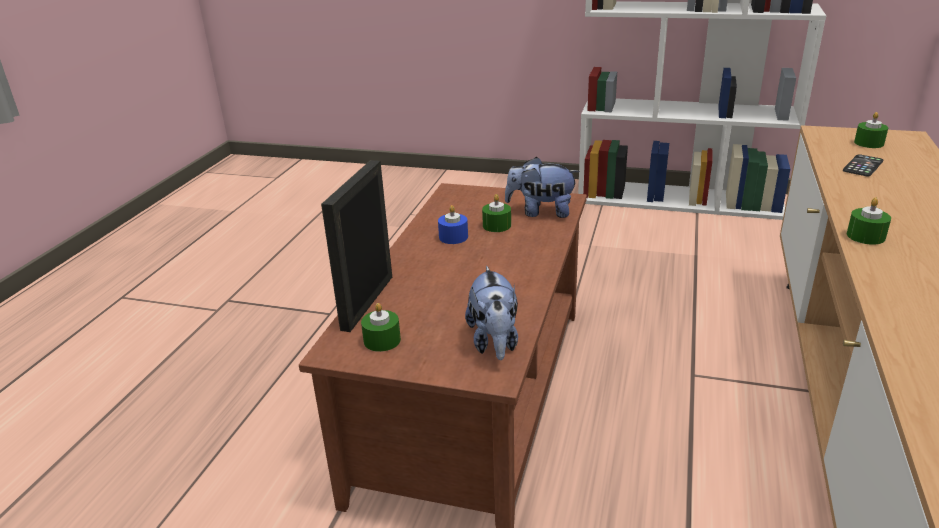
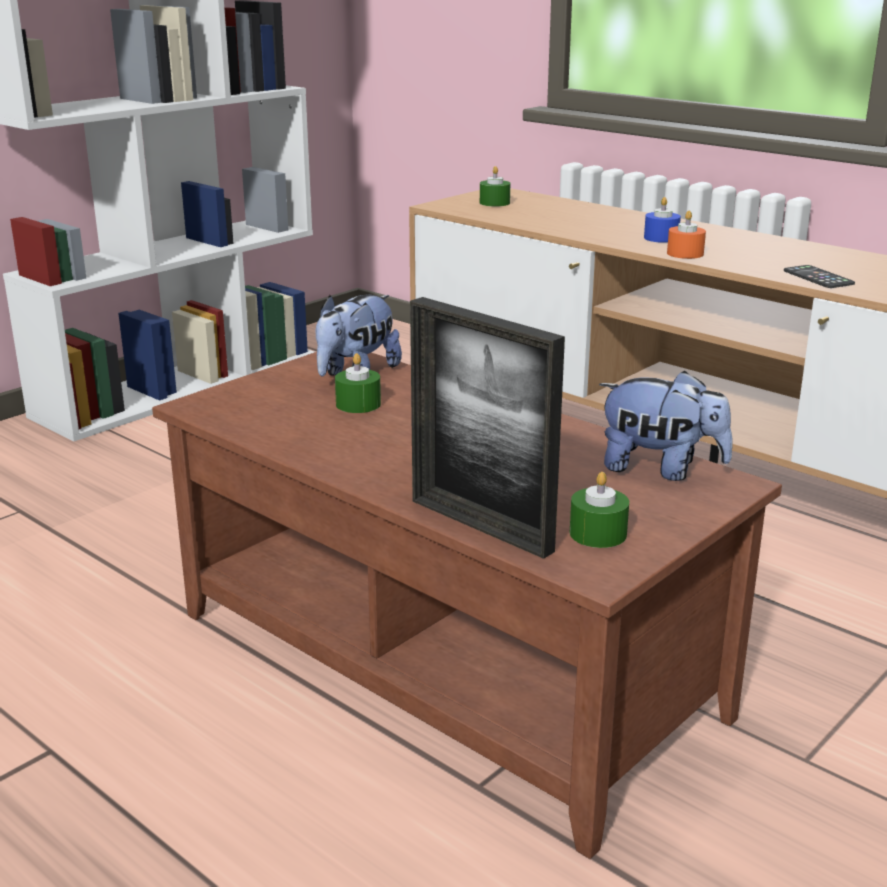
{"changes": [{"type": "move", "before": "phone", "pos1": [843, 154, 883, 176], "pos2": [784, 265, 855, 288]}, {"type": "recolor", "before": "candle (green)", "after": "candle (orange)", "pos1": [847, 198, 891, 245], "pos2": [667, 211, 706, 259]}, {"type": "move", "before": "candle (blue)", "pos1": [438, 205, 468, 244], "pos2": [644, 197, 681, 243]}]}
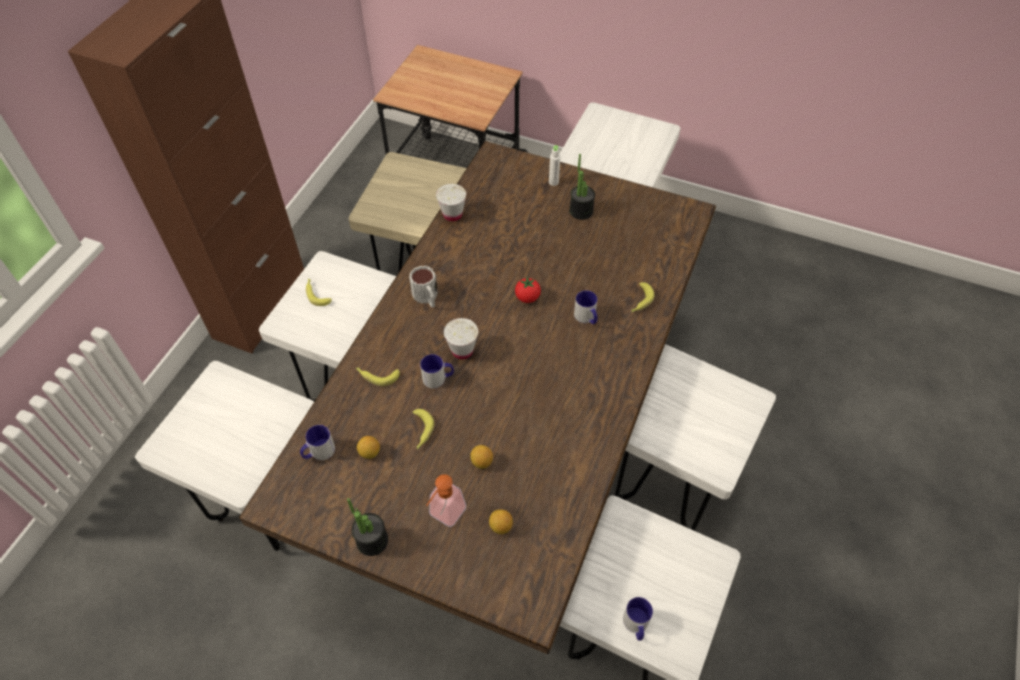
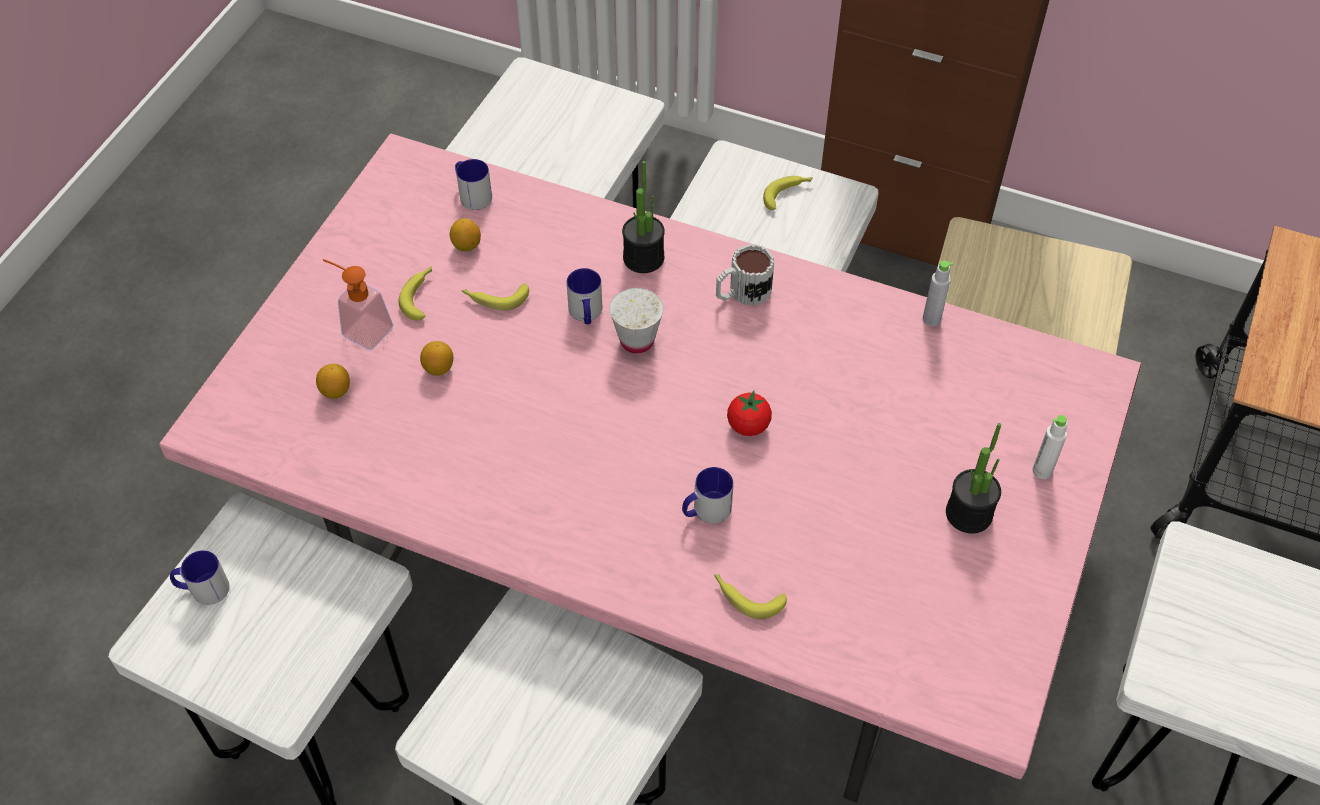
{"changes": [{"type": "recolor", "before": "dining table (brown)", "after": "dining table (pink)", "pos1": [239, 141, 716, 654], "pos2": [159, 134, 1141, 802]}, {"type": "replace", "before": "cup (white)", "after": "bottle (grey)", "pos1": [436, 184, 466, 222], "pos2": [923, 261, 953, 326]}, {"type": "move", "before": "banana", "pos1": [356, 367, 400, 386], "pos2": [399, 266, 432, 321]}, {"type": "move", "before": "potted plant", "pos1": [347, 498, 388, 556], "pos2": [622, 161, 665, 273]}]}
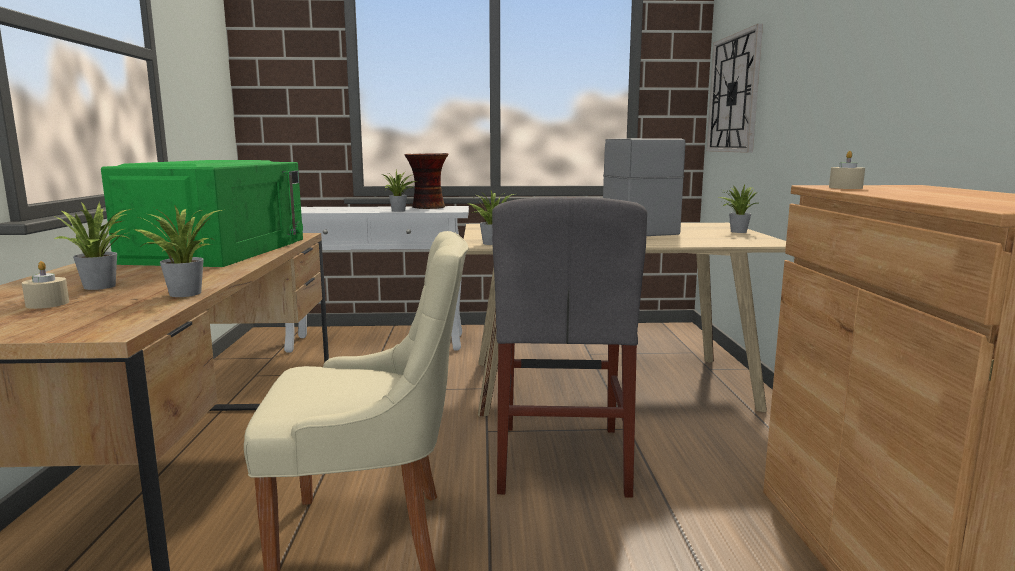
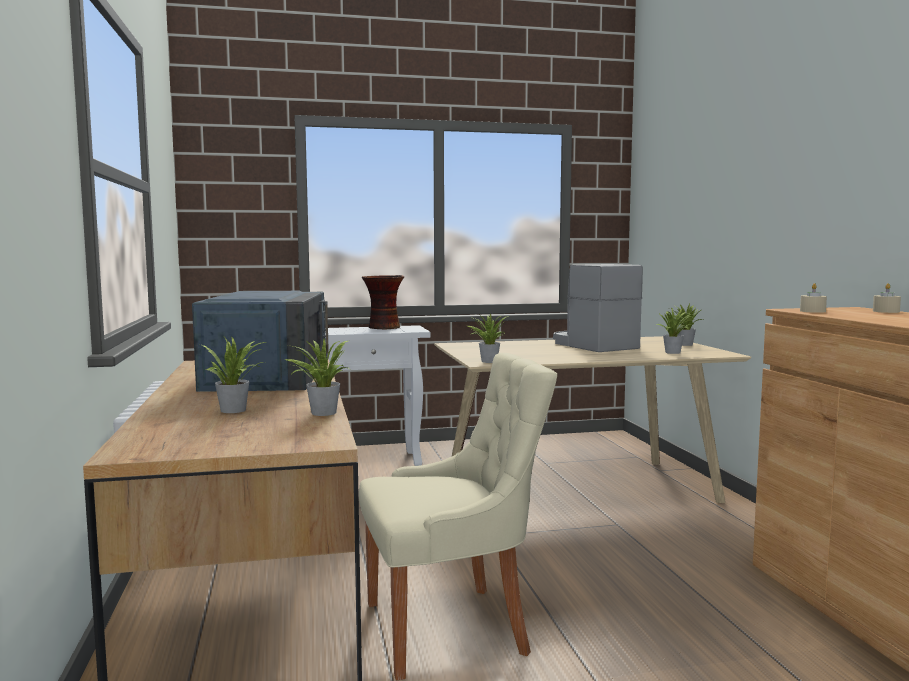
{"changes": [{"type": "delete", "before": "wall clock", "pos1": [707, 24, 763, 153]}, {"type": "recolor", "before": "microwave (green)", "after": "microwave (blue)", "pos1": [101, 160, 303, 267], "pos2": [192, 291, 329, 392]}, {"type": "move", "before": "potted plant", "pos1": [380, 170, 417, 212], "pos2": [656, 308, 695, 354]}, {"type": "delete", "before": "chair (grey)", "pos1": [492, 197, 647, 498]}, {"type": "move", "before": "candle (beige)", "pos1": [22, 261, 69, 309], "pos2": [873, 283, 901, 313]}]}
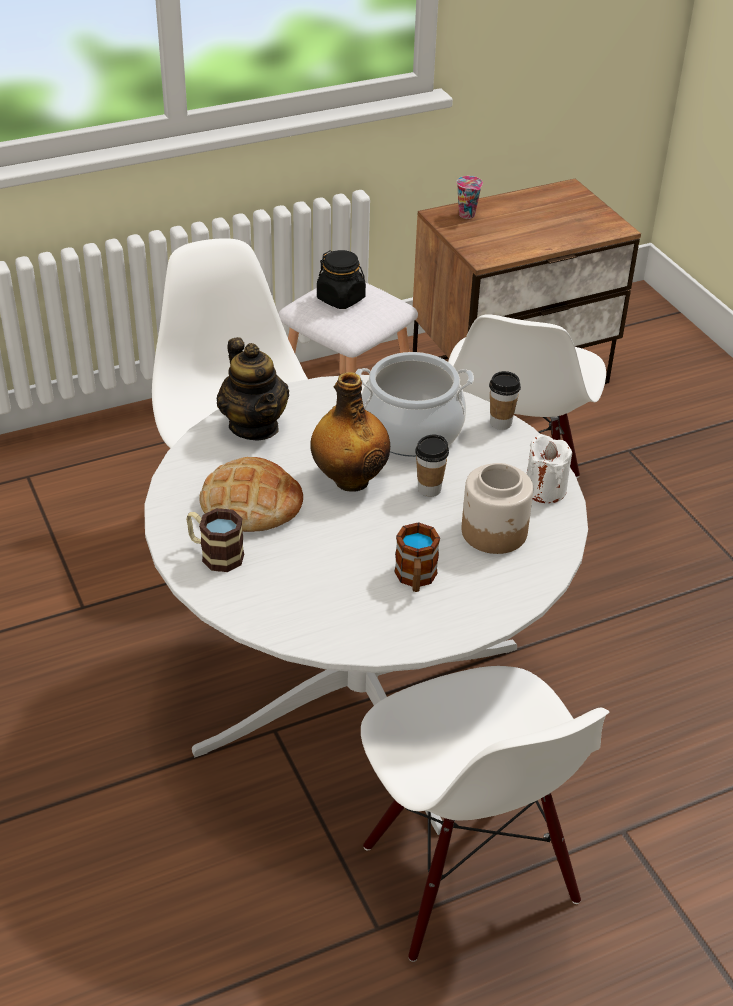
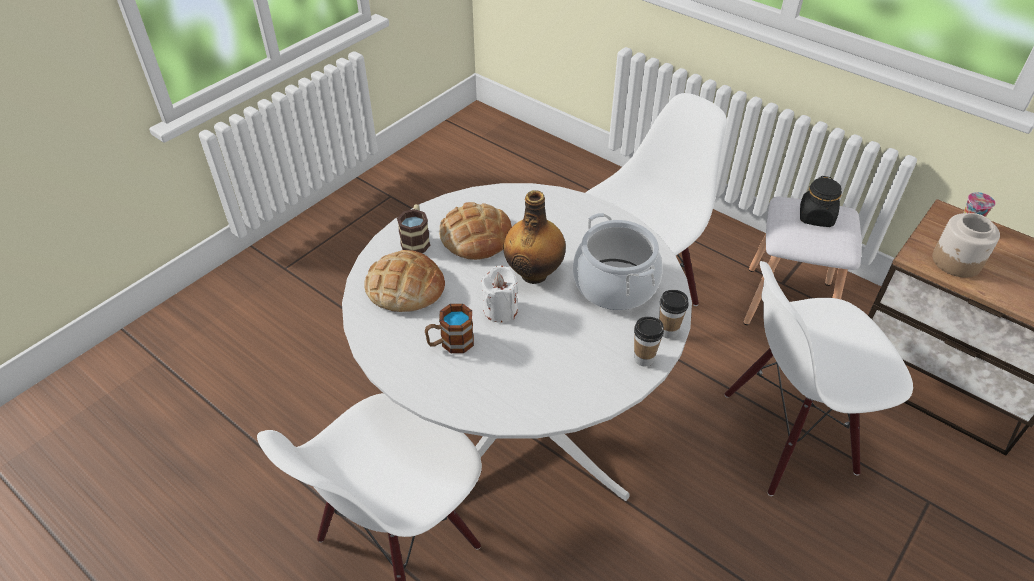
{"changes": [{"type": "delete", "before": "teapot", "pos1": [217, 337, 289, 440]}, {"type": "move", "before": "cup", "pos1": [415, 434, 449, 497], "pos2": [634, 317, 664, 366]}, {"type": "move", "before": "candle (white)", "pos1": [527, 434, 572, 503], "pos2": [481, 266, 518, 323]}, {"type": "move", "before": "jar", "pos1": [461, 463, 533, 554], "pos2": [932, 213, 1000, 278]}, {"type": "insert", "after": "bread", "pos2": [364, 250, 445, 312]}]}
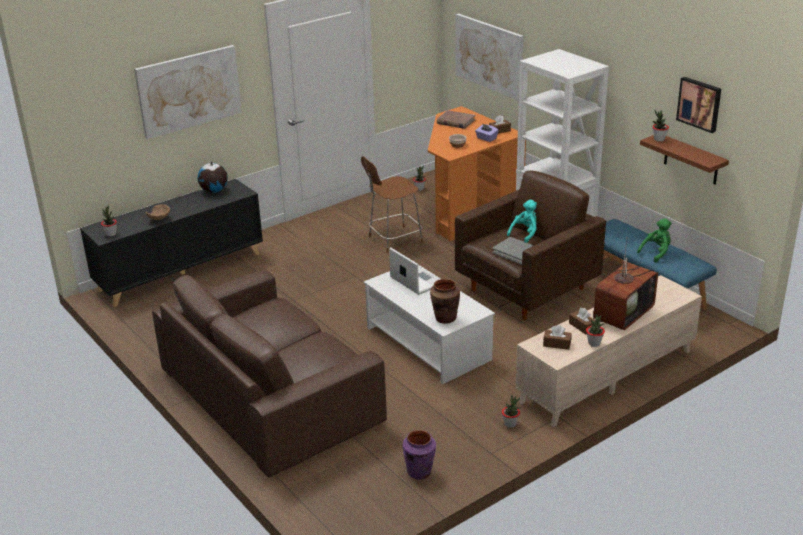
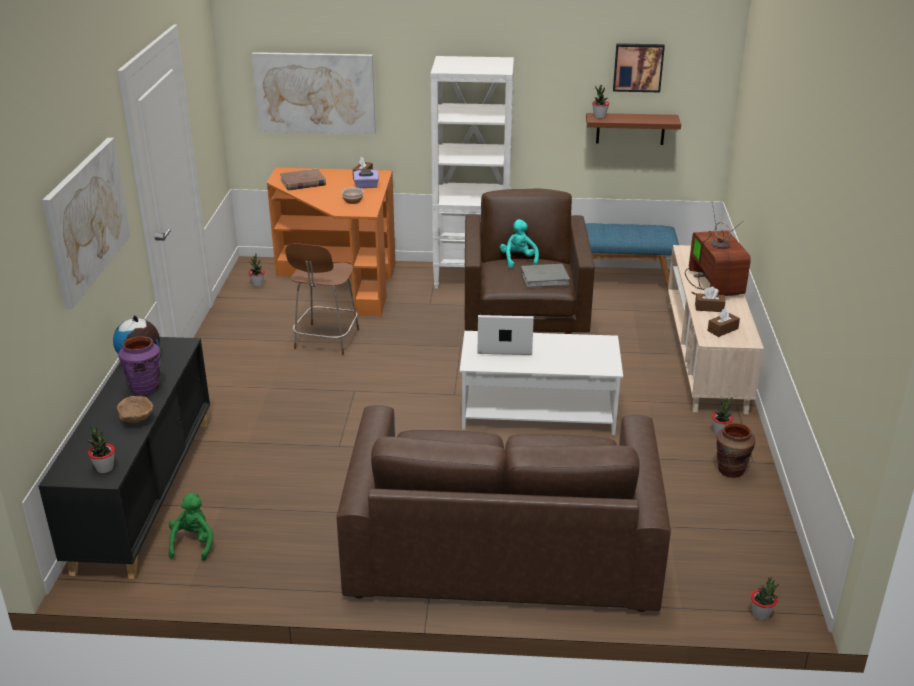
{"changes": [{"type": "move", "before": "plush toy (green)", "pos1": [637, 218, 672, 262], "pos2": [169, 493, 213, 561]}, {"type": "move", "before": "vase (brown)", "pos1": [430, 279, 460, 324], "pos2": [716, 423, 755, 478]}, {"type": "move", "before": "potted plant", "pos1": [586, 314, 605, 347], "pos2": [751, 576, 779, 620]}, {"type": "move", "before": "vase (purple)", "pos1": [403, 430, 436, 480], "pos2": [118, 336, 160, 395]}]}
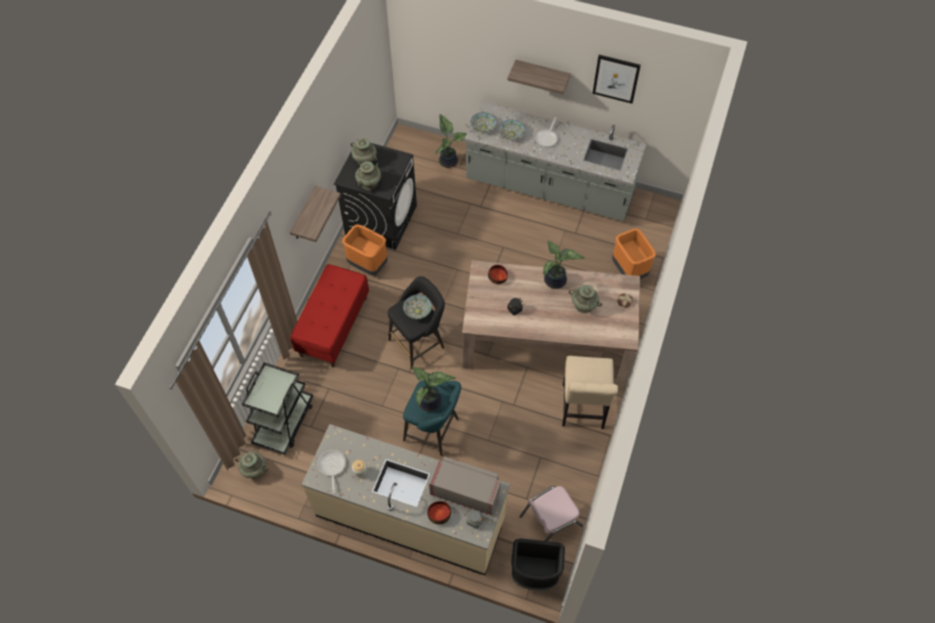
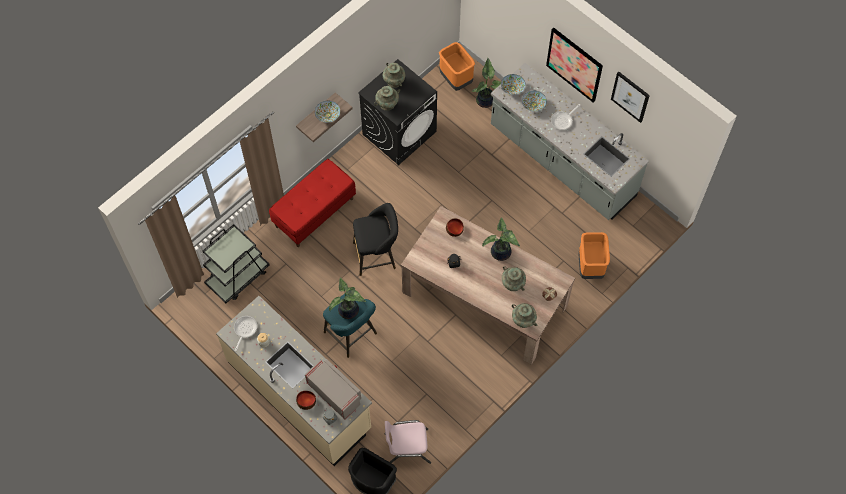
{"changes": [{"type": "replace", "before": "shelf", "after": "picture", "pos1": [507, 60, 571, 94], "pos2": [546, 28, 603, 103]}, {"type": "move", "before": "trash can (orange)", "pos1": [342, 224, 388, 276], "pos2": [439, 42, 475, 91]}, {"type": "move", "before": "bowl", "pos1": [403, 295, 432, 319], "pos2": [315, 101, 340, 123]}, {"type": "delete", "before": "chair (beige)", "pos1": [562, 356, 618, 429]}, {"type": "move", "before": "vase (turquoise)", "pos1": [235, 451, 269, 479], "pos2": [512, 303, 537, 328]}]}
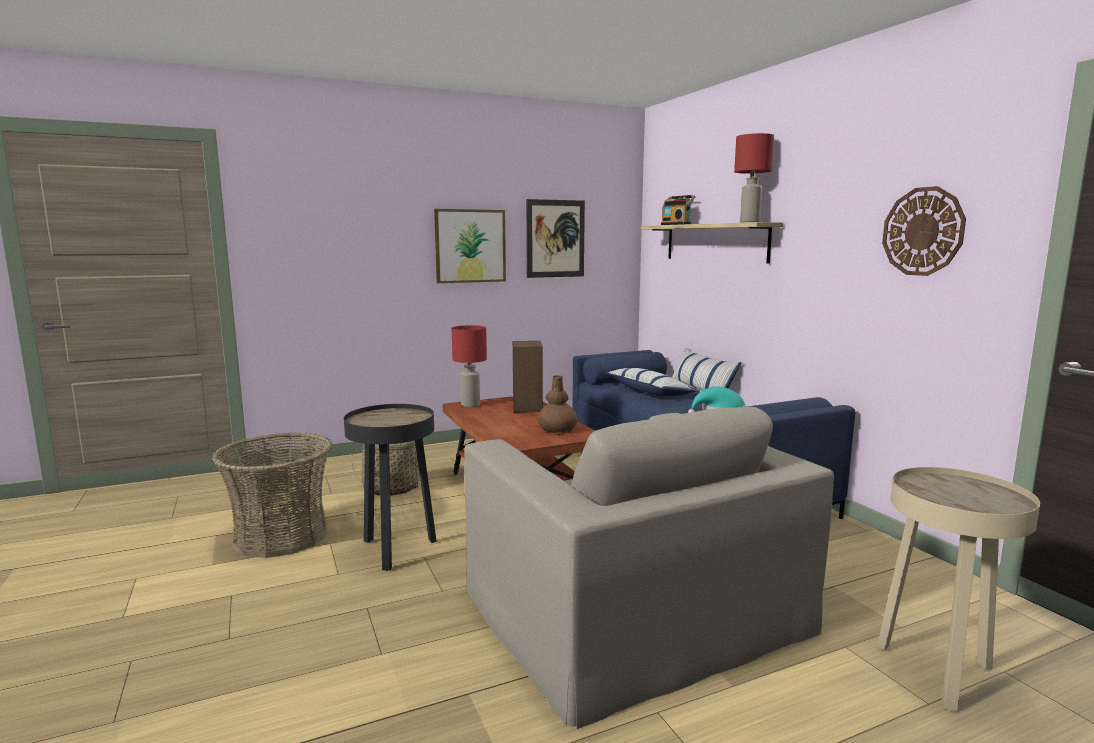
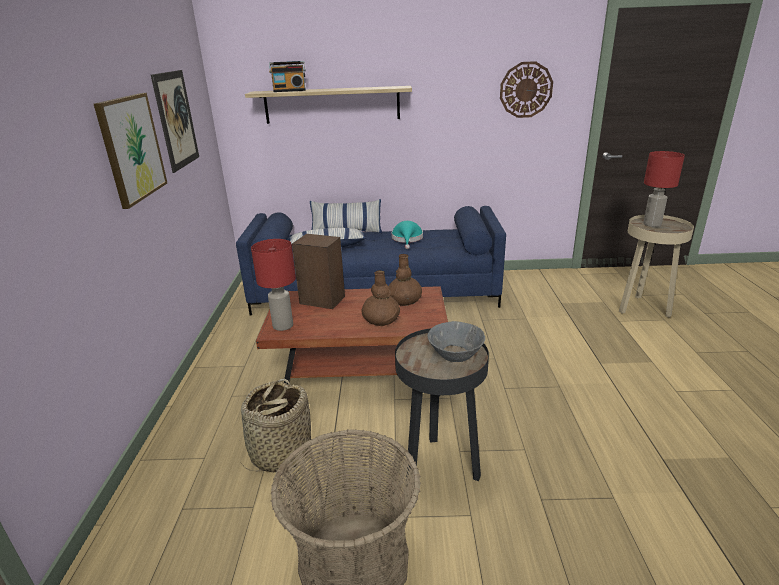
{"changes": [{"type": "move", "before": "table lamp (red)", "pos1": [734, 133, 774, 223], "pos2": [643, 151, 685, 227]}, {"type": "delete", "before": "armchair (beige)", "pos1": [464, 407, 834, 729]}, {"type": "insert", "after": "vase (brown)", "pos2": [362, 270, 400, 326]}, {"type": "insert", "after": "bowl (grey)", "pos2": [427, 321, 485, 362]}]}
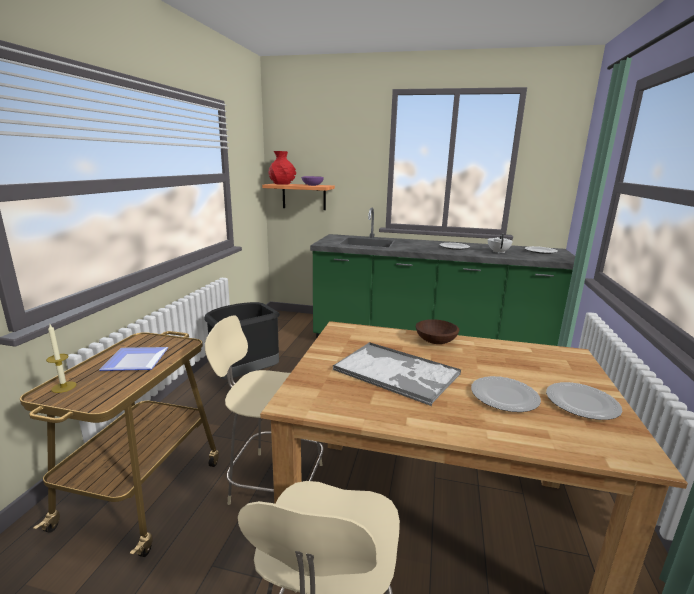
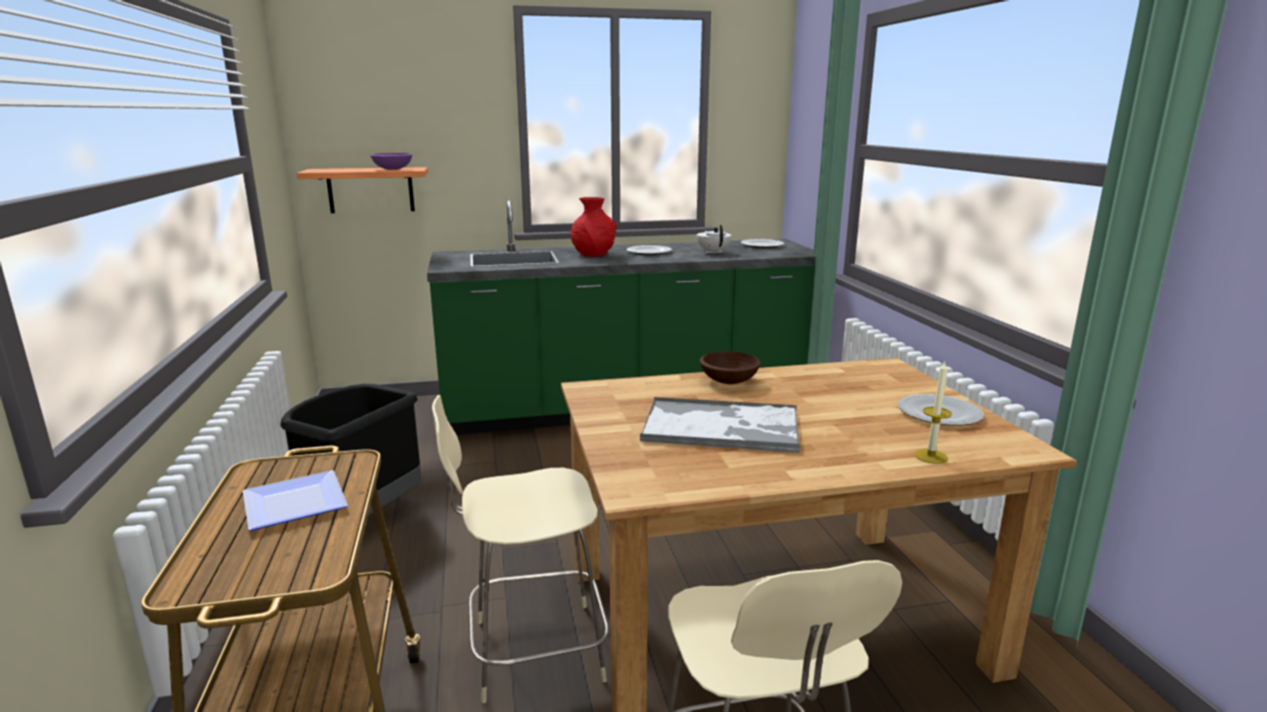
{"changes": [{"type": "move", "before": "vase (red)", "pos1": [268, 151, 296, 185], "pos2": [571, 197, 617, 257]}, {"type": "move", "before": "candle", "pos1": [46, 324, 76, 393], "pos2": [914, 361, 952, 464]}, {"type": "delete", "before": "plate", "pos1": [471, 376, 541, 412]}]}
